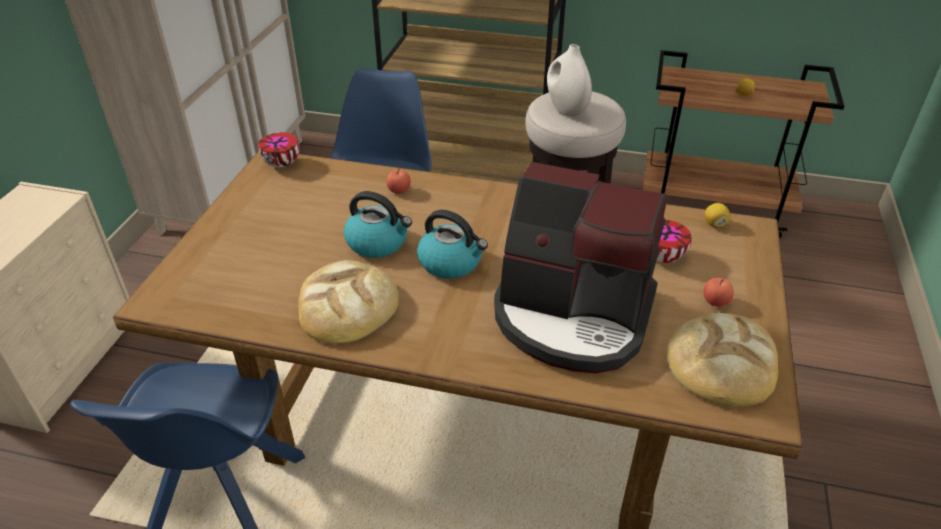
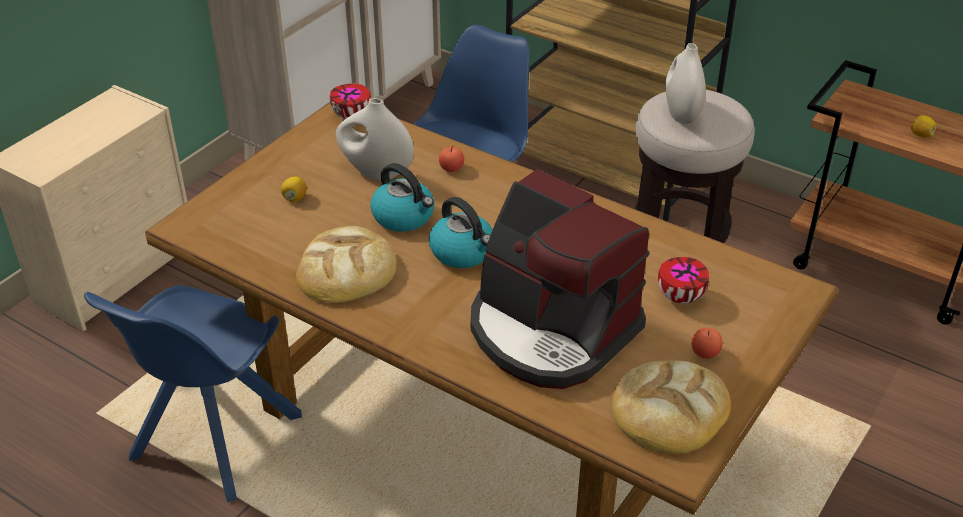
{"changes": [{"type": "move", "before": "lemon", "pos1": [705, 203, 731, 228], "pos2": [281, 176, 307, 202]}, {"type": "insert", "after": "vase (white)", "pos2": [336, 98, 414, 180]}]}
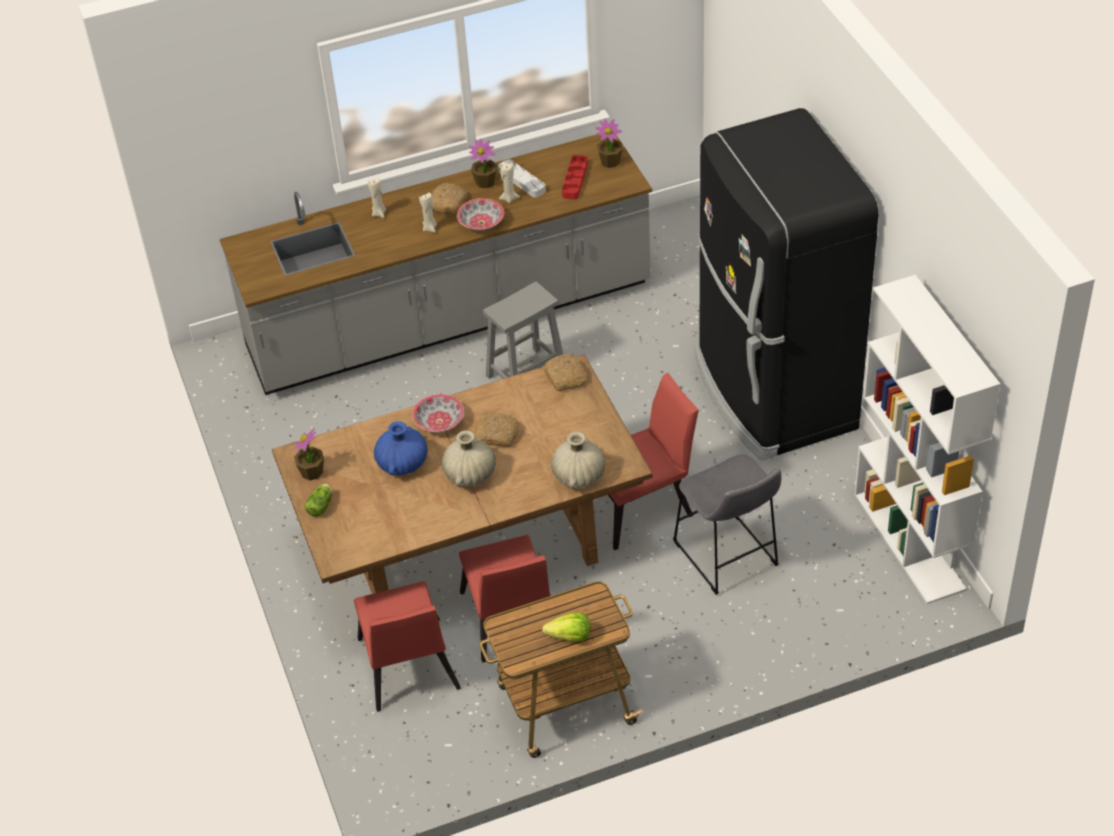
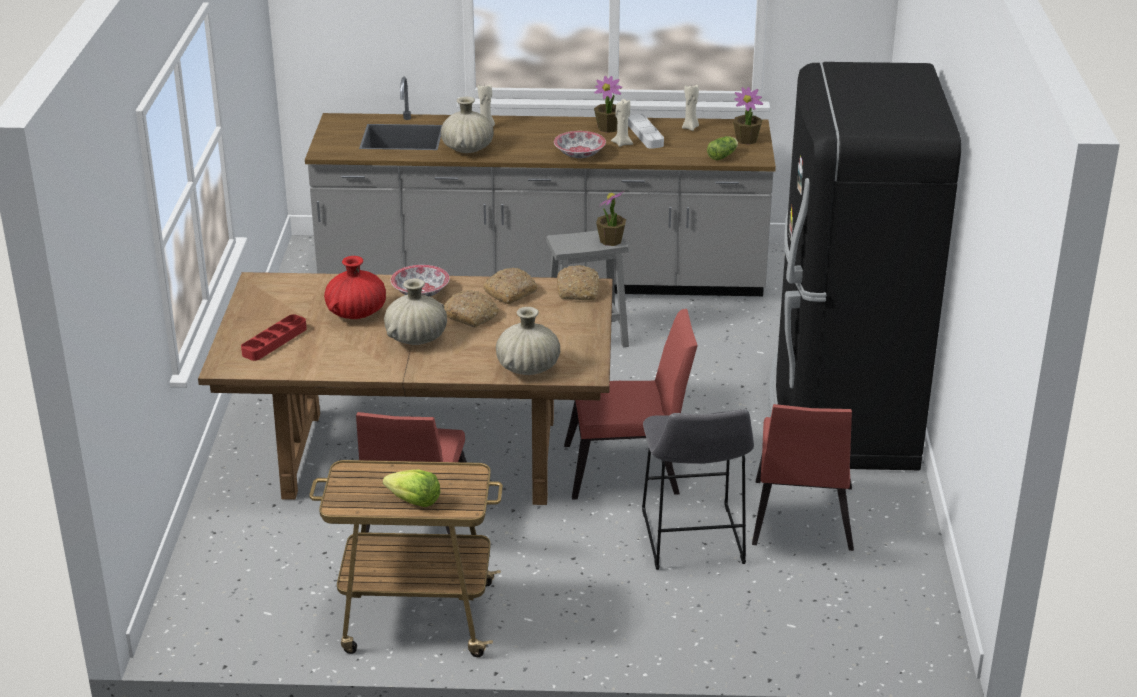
{"changes": [{"type": "move", "before": "tray (red)", "pos1": [562, 155, 588, 200], "pos2": [241, 314, 307, 361]}, {"type": "move", "before": "bread", "pos1": [431, 183, 467, 215], "pos2": [483, 268, 538, 304]}, {"type": "move", "before": "candle (beige)", "pos1": [419, 192, 437, 233], "pos2": [682, 85, 699, 131]}, {"type": "delete", "before": "bookcase (white)", "pos1": [854, 275, 1000, 604]}, {"type": "recolor", "before": "vase (blue)", "after": "vase (red)", "pos1": [374, 421, 428, 475], "pos2": [324, 256, 386, 319]}, {"type": "move", "before": "potted plant", "pos1": [294, 428, 324, 480], "pos2": [596, 191, 626, 246]}, {"type": "move", "before": "lettuce", "pos1": [304, 484, 332, 517], "pos2": [707, 136, 738, 160]}, {"type": "move", "before": "chair (red)", "pos1": [354, 581, 461, 712], "pos2": [752, 404, 854, 551]}, {"type": "insert", "after": "vase (beige)", "pos2": [441, 97, 494, 153]}]}
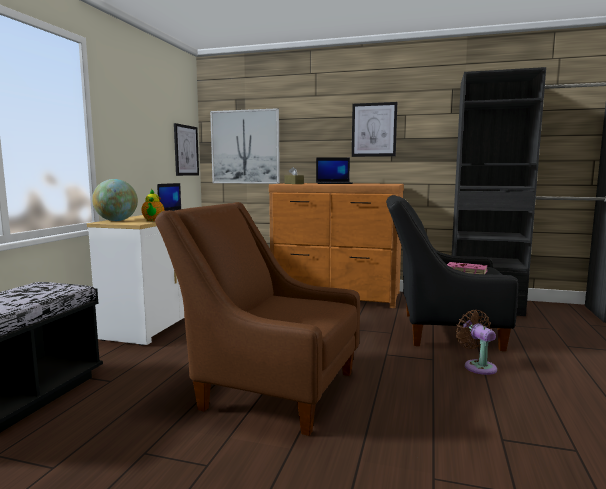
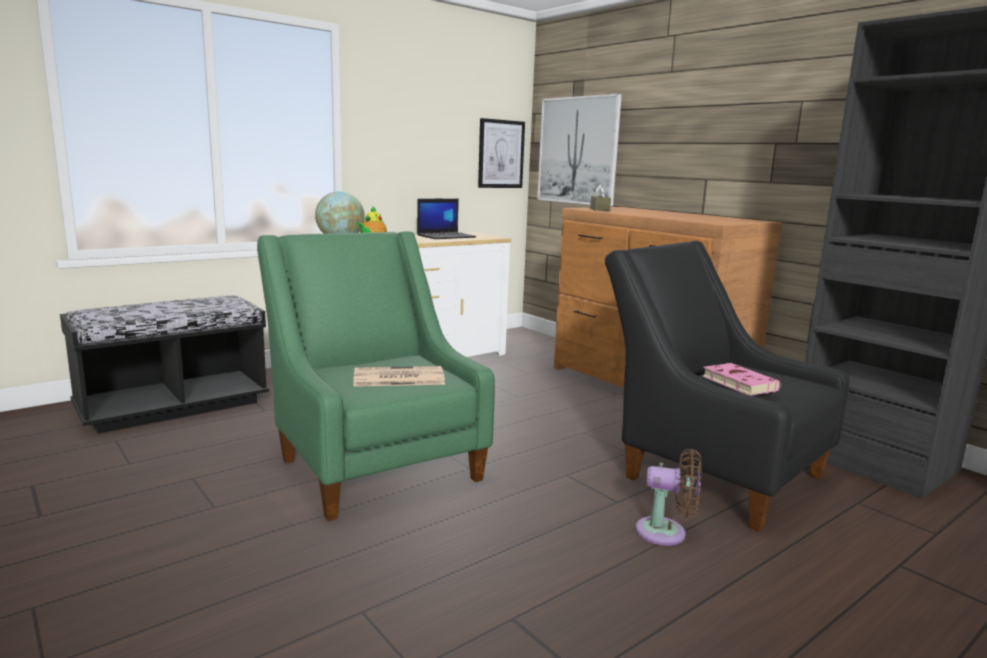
{"changes": [{"type": "delete", "before": "picture", "pos1": [352, 102, 397, 157]}, {"type": "delete", "before": "laptop", "pos1": [316, 158, 353, 184]}, {"type": "recolor", "before": "armchair (brown)", "after": "armchair (green)", "pos1": [155, 202, 360, 436], "pos2": [257, 231, 495, 521]}, {"type": "rotate", "before": "fan (brown)", "pos1": [456, 310, 497, 375], "pos2": [635, 449, 702, 546], "turn": 90}, {"type": "insert", "after": "newspaper", "pos2": [353, 366, 445, 387]}]}
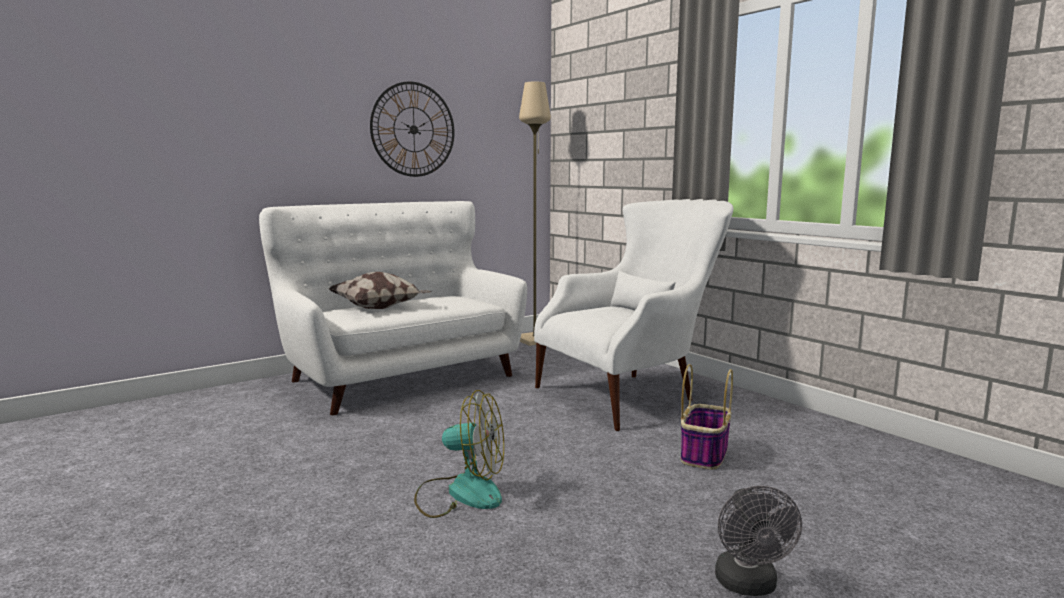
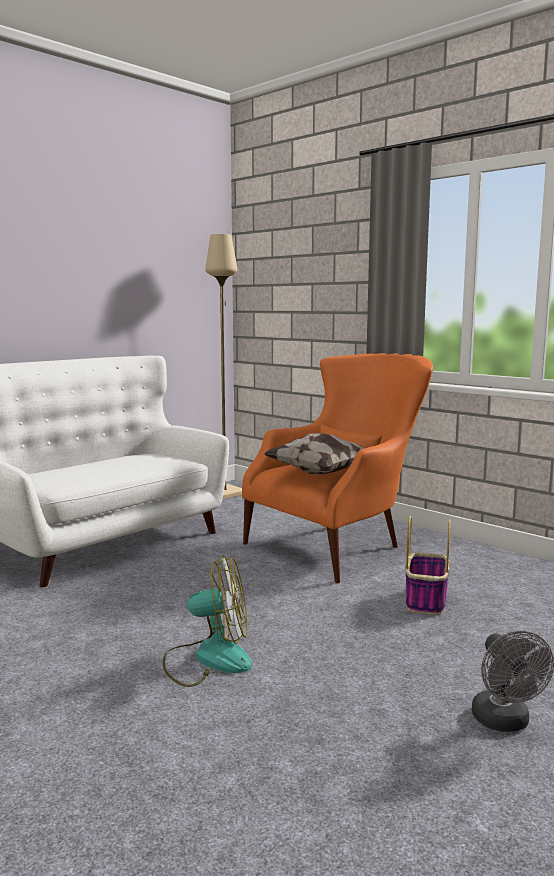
{"changes": [{"type": "delete", "before": "wall clock", "pos1": [370, 81, 455, 177]}, {"type": "recolor", "before": "armchair (white)", "after": "armchair (orange)", "pos1": [534, 199, 733, 431], "pos2": [242, 353, 433, 583]}, {"type": "move", "before": "pillow", "pos1": [329, 272, 432, 309], "pos2": [264, 433, 364, 474]}]}
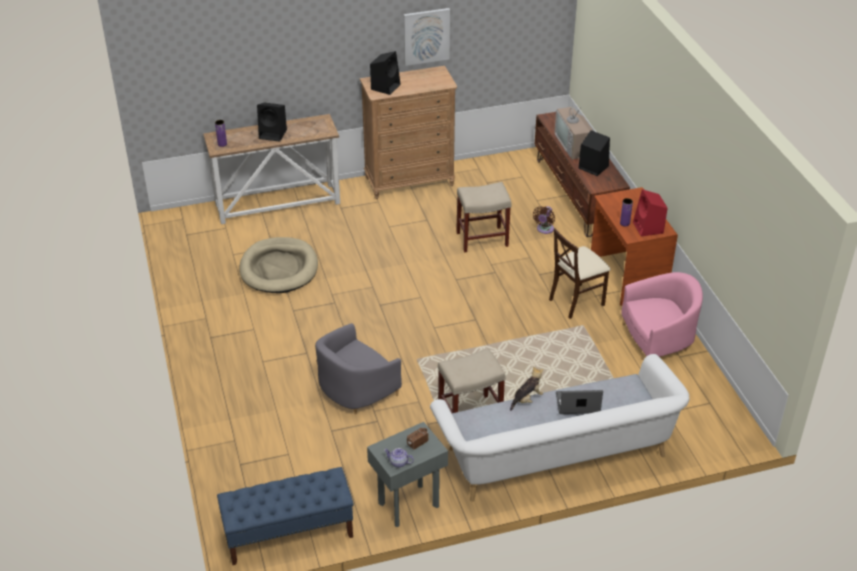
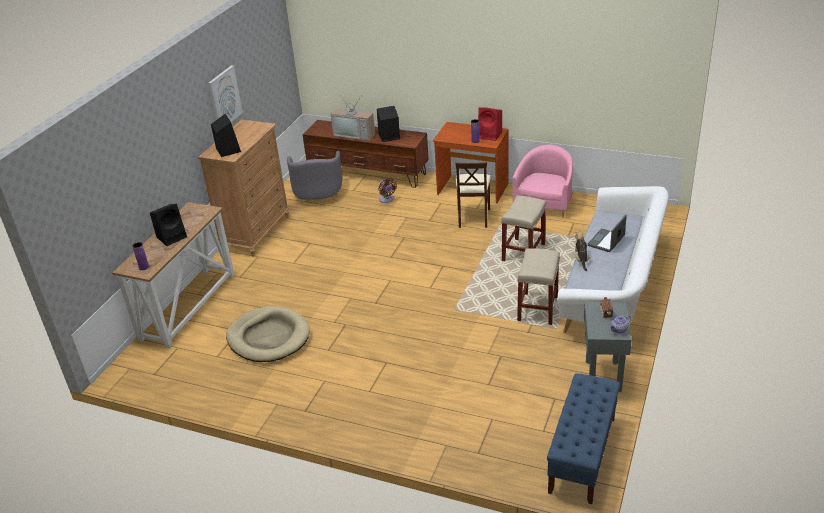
{"changes": [{"type": "move", "before": "stool (beige)", "pos1": [456, 182, 512, 253], "pos2": [501, 196, 546, 261]}, {"type": "move", "before": "armchair (grey)", "pos1": [315, 323, 402, 414], "pos2": [287, 151, 342, 204]}]}
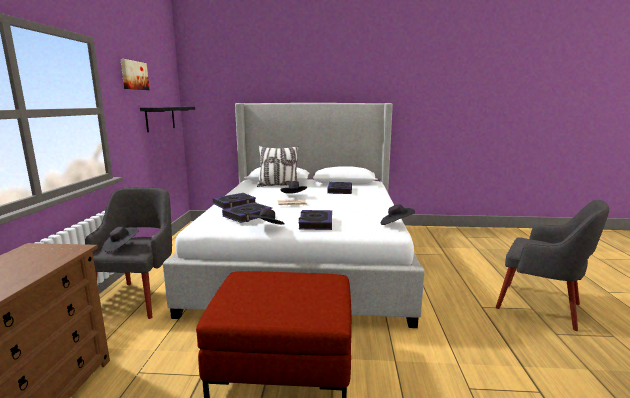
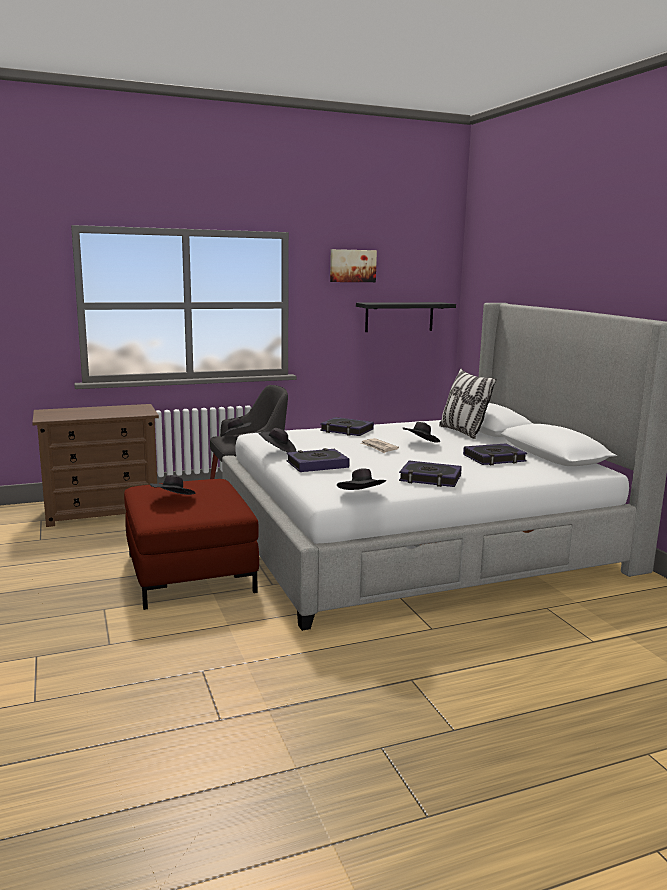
{"changes": [{"type": "delete", "before": "armchair (grey)", "pos1": [496, 200, 609, 331]}, {"type": "move", "before": "book", "pos1": [222, 202, 272, 223], "pos2": [399, 461, 462, 487]}, {"type": "insert", "after": "hat (black)", "pos2": [150, 475, 195, 495]}]}
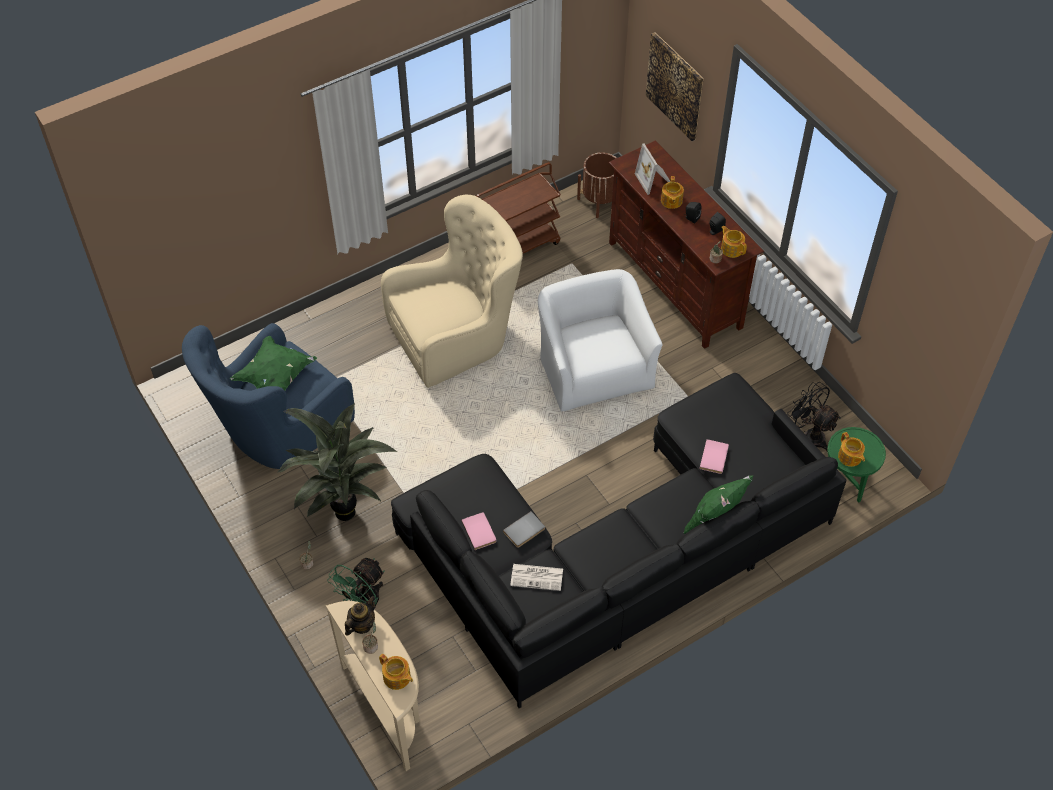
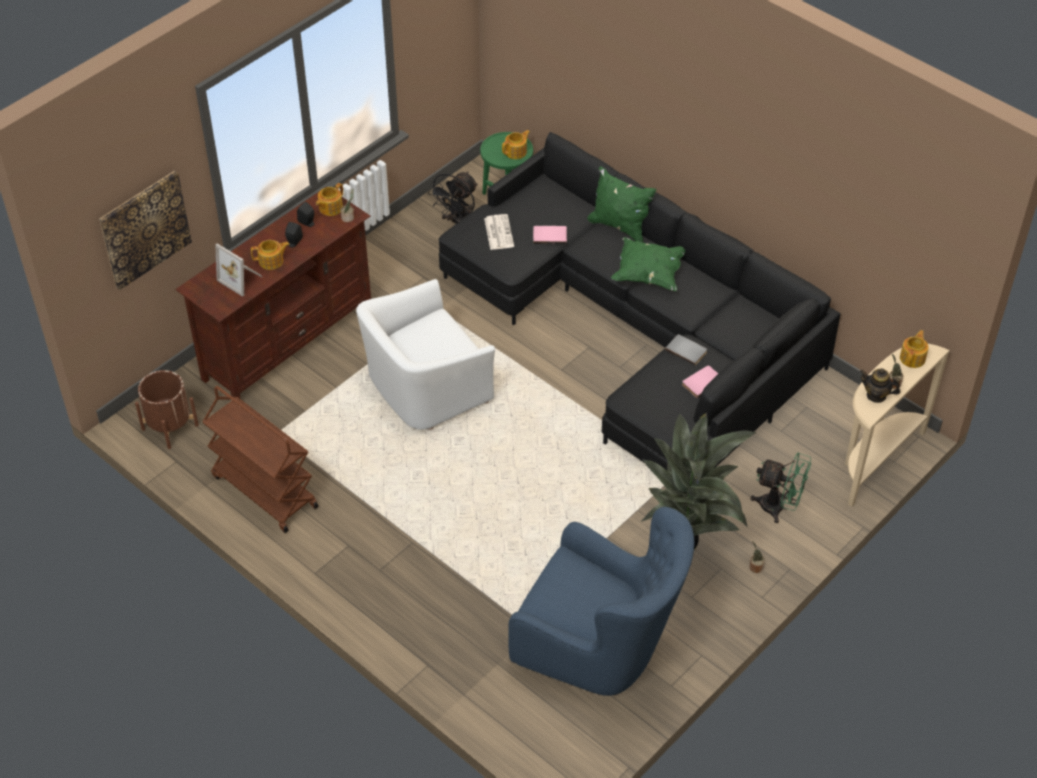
{"changes": [{"type": "rotate", "before": "picture frame", "pos1": [635, 143, 670, 195], "pos2": [215, 243, 262, 297], "turn": 75}, {"type": "delete", "before": "armchair (beige)", "pos1": [381, 195, 523, 388]}, {"type": "move", "before": "pillow (green)", "pos1": [230, 336, 317, 390], "pos2": [611, 237, 685, 291]}, {"type": "move", "before": "newspaper", "pos1": [510, 564, 563, 591], "pos2": [484, 214, 514, 250]}]}
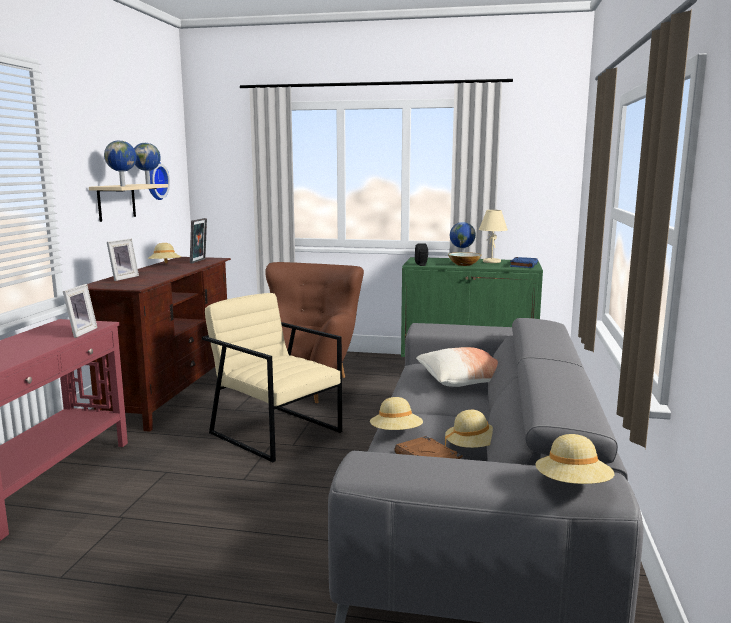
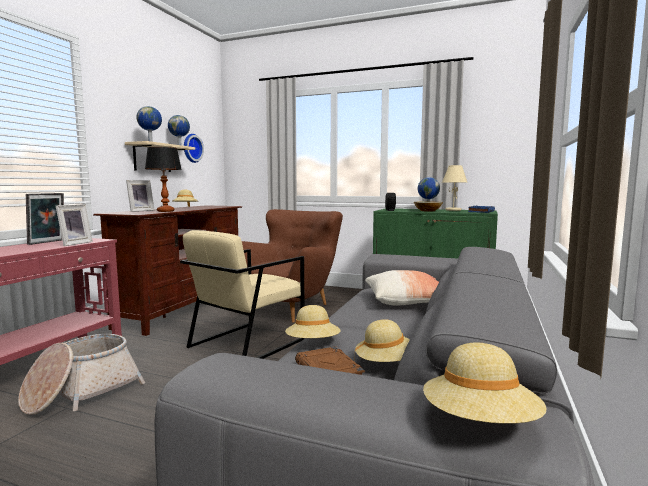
{"changes": [{"type": "move", "before": "picture frame", "pos1": [190, 218, 207, 263], "pos2": [26, 193, 64, 245]}, {"type": "rotate", "before": "armchair (beige)", "pos1": [202, 293, 342, 462], "pos2": [180, 230, 305, 359], "turn": -105}, {"type": "insert", "after": "table lamp", "pos2": [145, 147, 182, 212]}, {"type": "insert", "after": "basket", "pos2": [18, 334, 145, 415]}]}
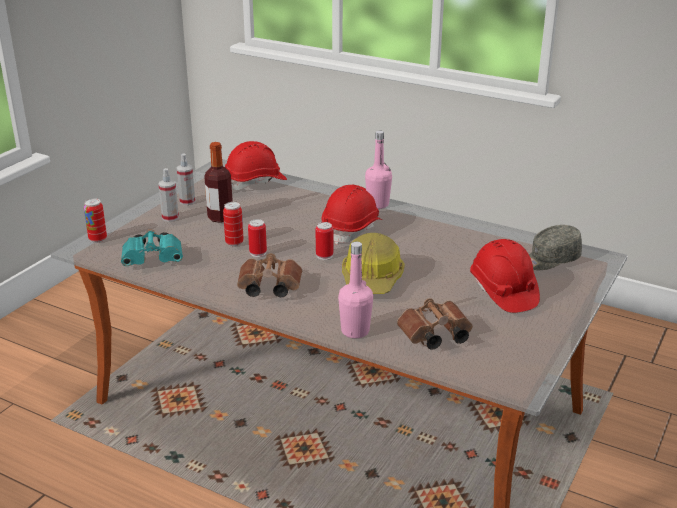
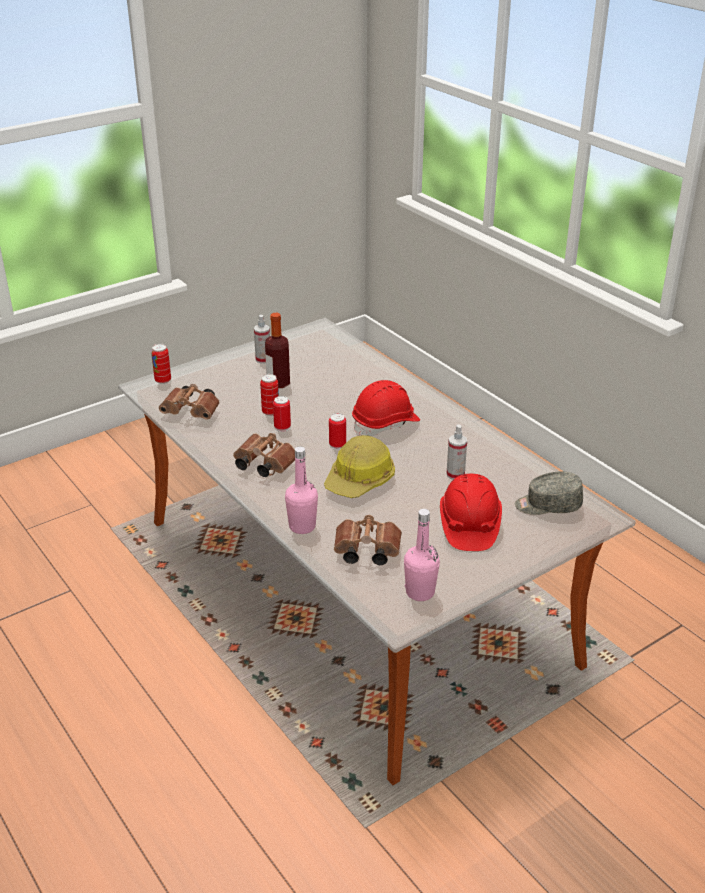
{"changes": [{"type": "move", "before": "bottle (pink)", "pos1": [365, 130, 392, 209], "pos2": [404, 509, 440, 601]}, {"type": "delete", "before": "hard hat (red)", "pos1": [225, 141, 287, 190]}, {"type": "move", "before": "spray bottle", "pos1": [158, 168, 179, 222], "pos2": [447, 425, 467, 480]}, {"type": "recolor", "before": "binoculars (turquoise)", "after": "binoculars (brown)", "pos1": [121, 229, 183, 266], "pos2": [159, 384, 219, 420]}]}
